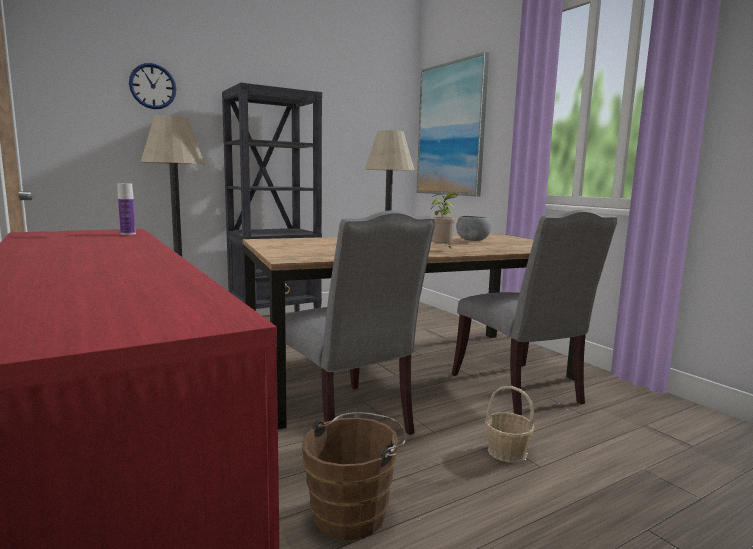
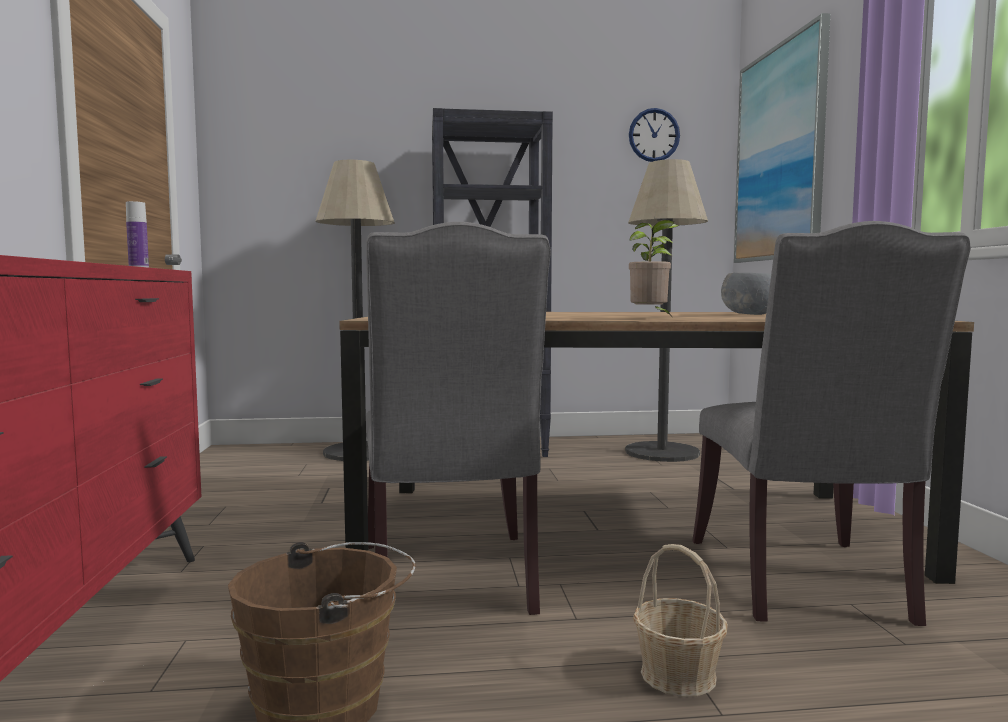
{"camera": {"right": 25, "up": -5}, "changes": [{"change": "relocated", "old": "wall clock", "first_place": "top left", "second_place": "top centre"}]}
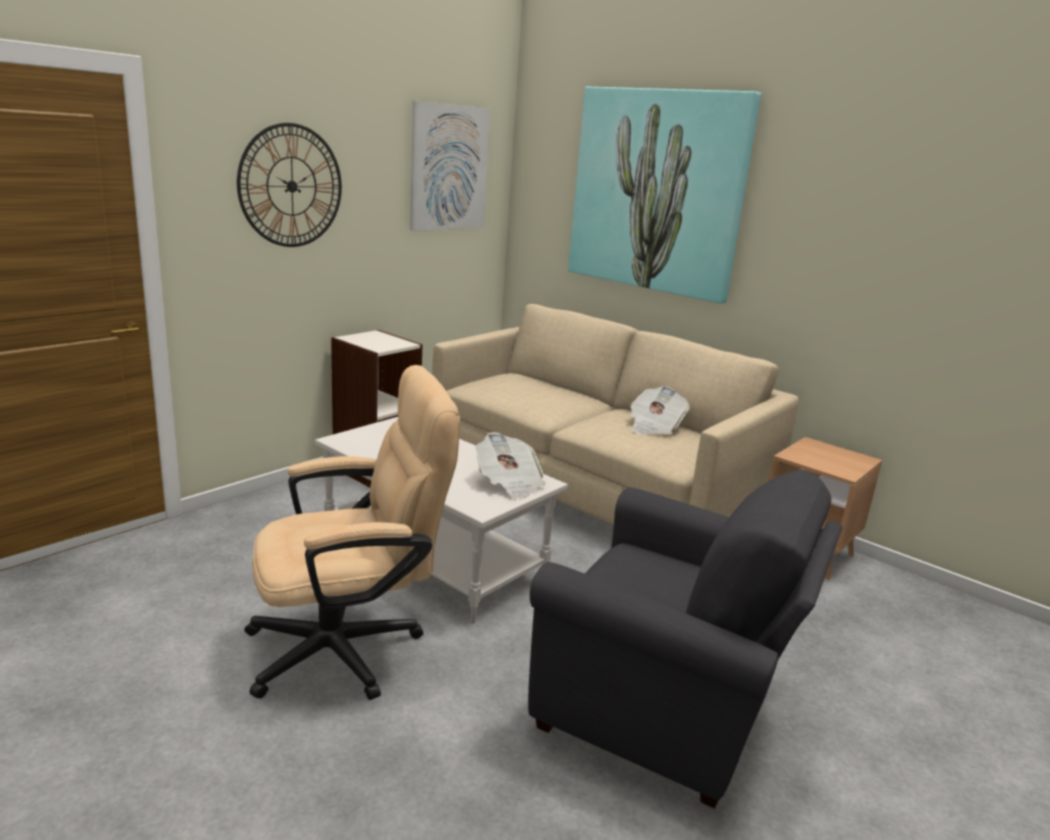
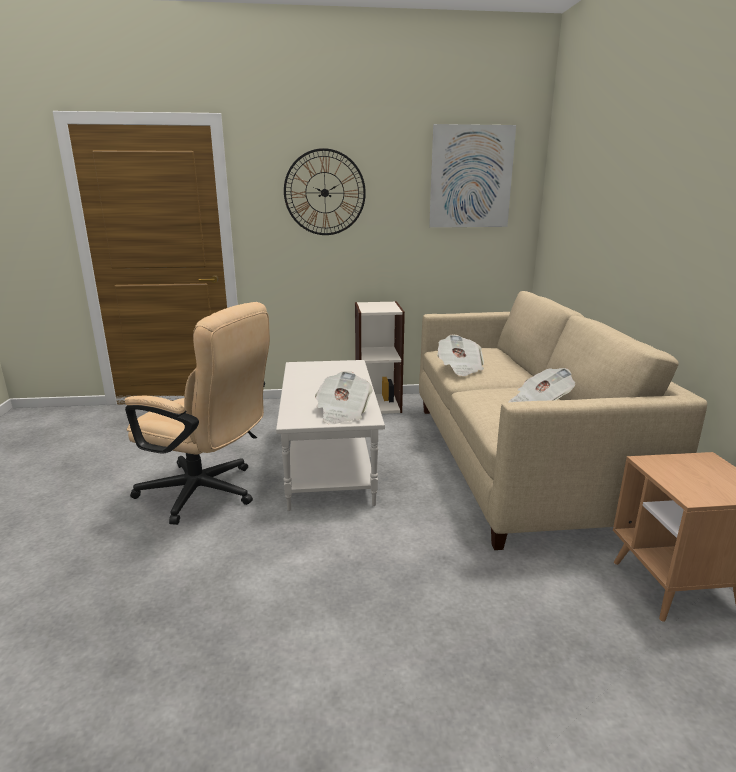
{"camera": {"right": 45, "up": 0}, "changes": [{"change": "missing", "old": "grey lounge chair", "first_place": "bottom centre"}, {"change": "missing", "old": "wall picture (no. 2 from left)", "first_place": "top centre"}, {"change": "appeared", "new": "newspaper (no. 2 from left)", "second_place": "centre"}]}
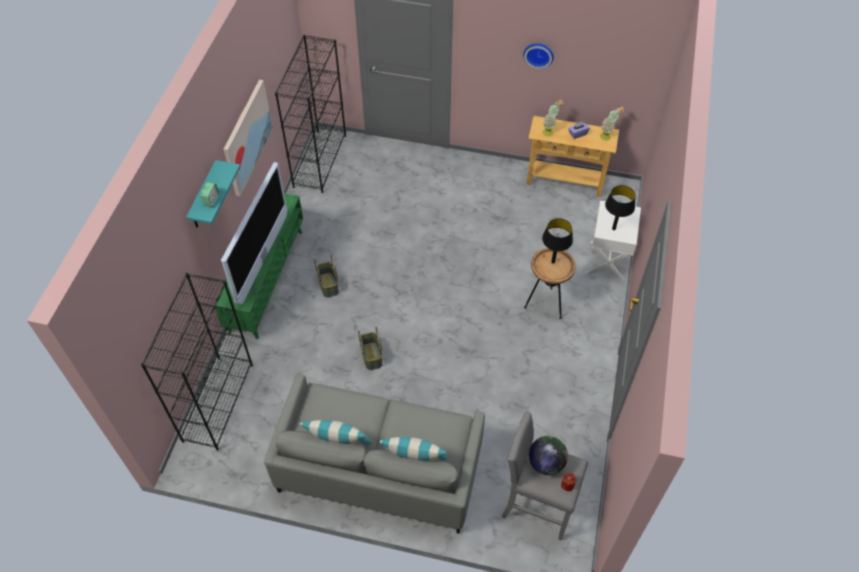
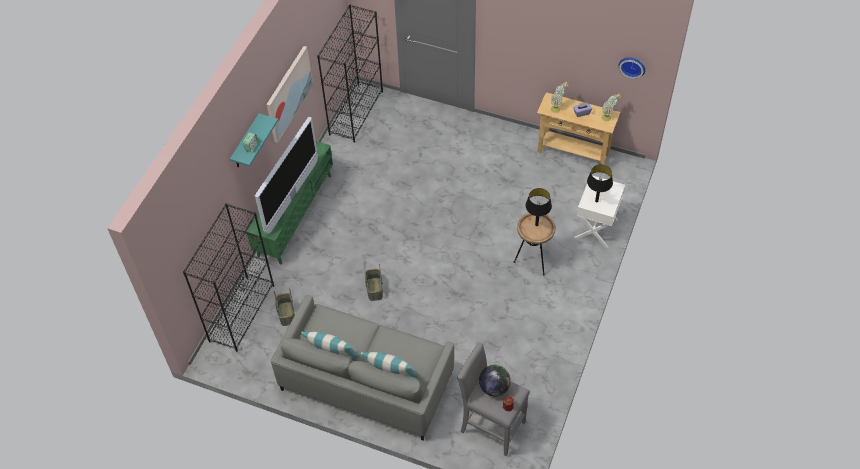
{"camera": {"right": 10, "up": 0}, "changes": [{"change": "relocated", "old": "basket (no. 1 from left)", "first_place": "centre", "second_place": "middle left"}, {"change": "relocated", "old": "wall clock", "first_place": "top centre", "second_place": "top right"}]}
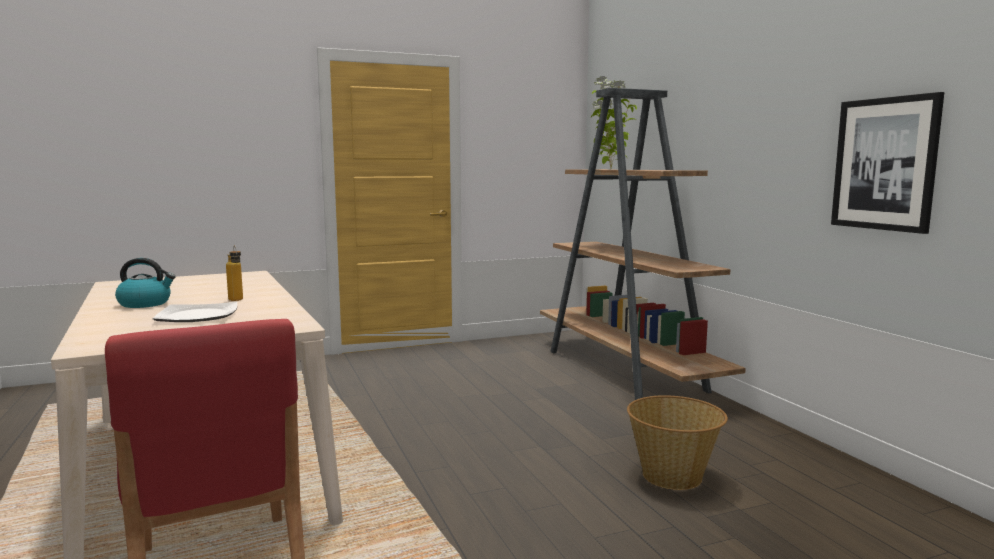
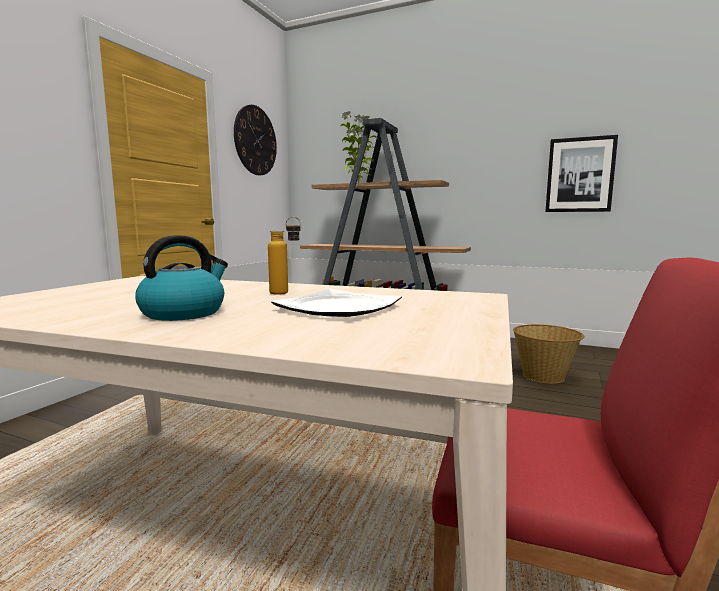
{"camera": {"right": -45, "up": 0}, "changes": [{"change": "appeared", "new": "wall clock", "second_place": "top centre"}]}
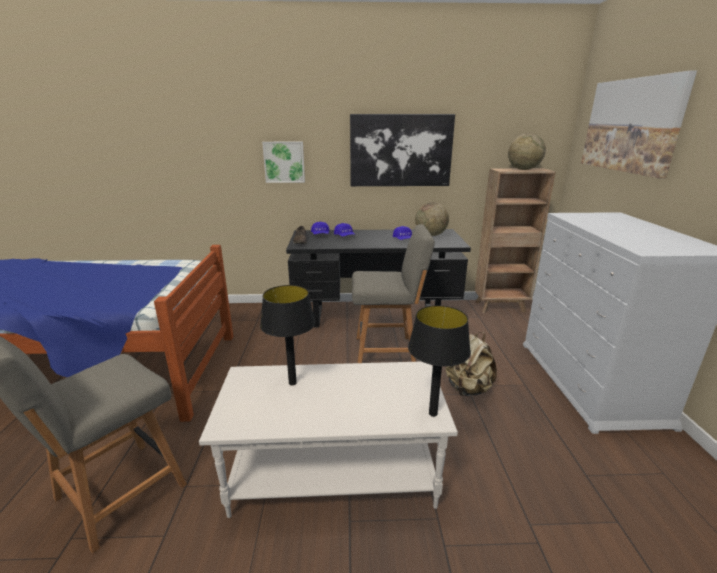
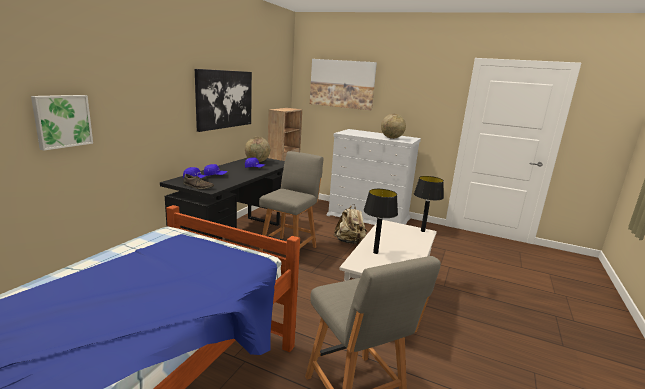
{"camera": {"right": -65, "up": -5}, "changes": [{"change": "relocated", "old": "wall picture (no. 1 from left)", "first_place": "top centre", "second_place": "top left"}, {"change": "relocated", "old": "globe (no. 2 from left)", "first_place": "top right", "second_place": "top centre"}]}
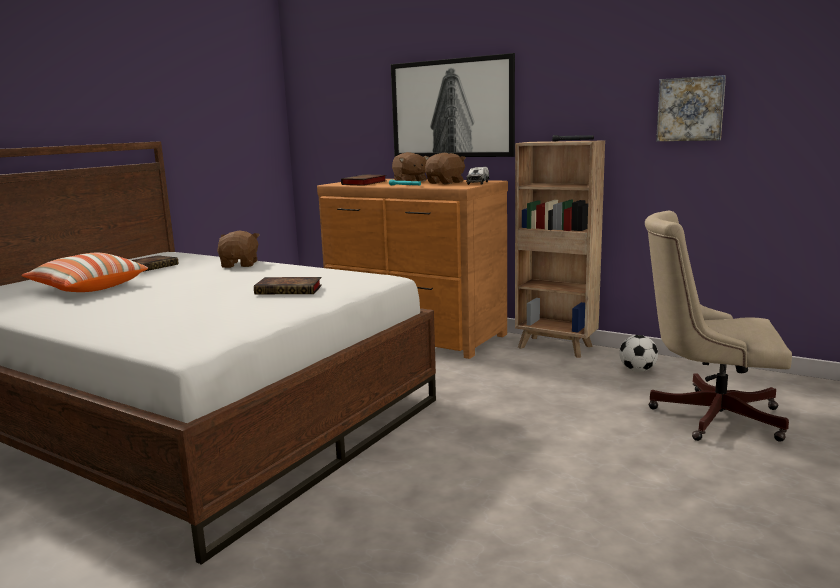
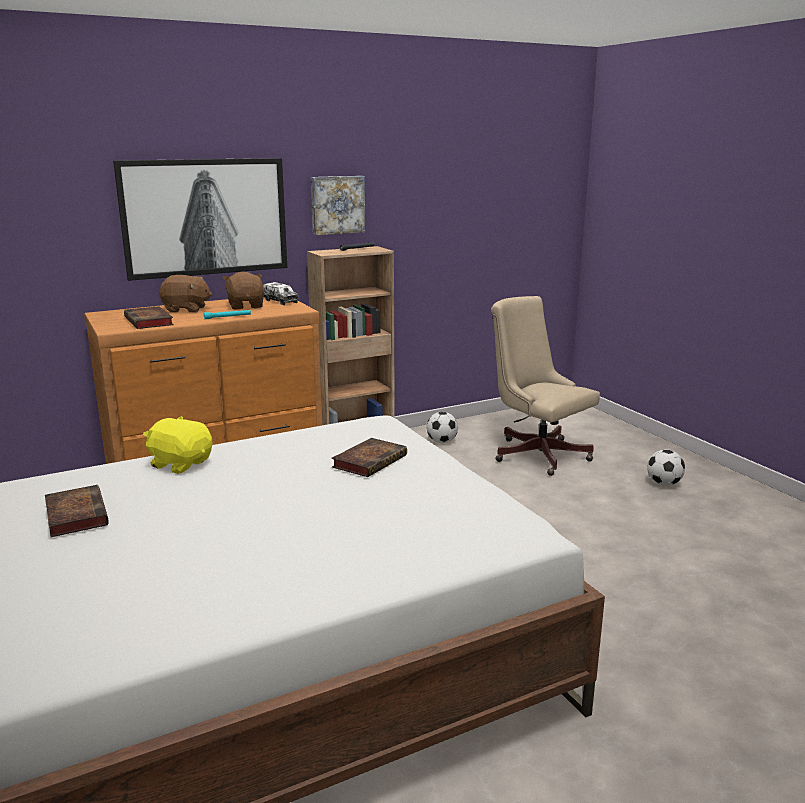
{"camera": {"right": -60, "up": 5}, "changes": [{"change": "missing", "old": "pillow", "first_place": "middle left"}, {"change": "appeared", "new": "football ball (no. 2 from left)", "second_place": "middle right"}, {"change": "relocated", "old": "wall picture (no. 2 from left)", "first_place": "top right", "second_place": "top centre"}, {"change": "colour", "old": "brown-coloured cuddly toy (no. 1 from left)", "new": "yellow-coloured cuddly toy", "first_place": "middle left", "second_place": "middle left"}, {"change": "spun", "old": "beige computer chair", "first_place": "middle right", "second_place": "middle right", "degrees": 90}]}
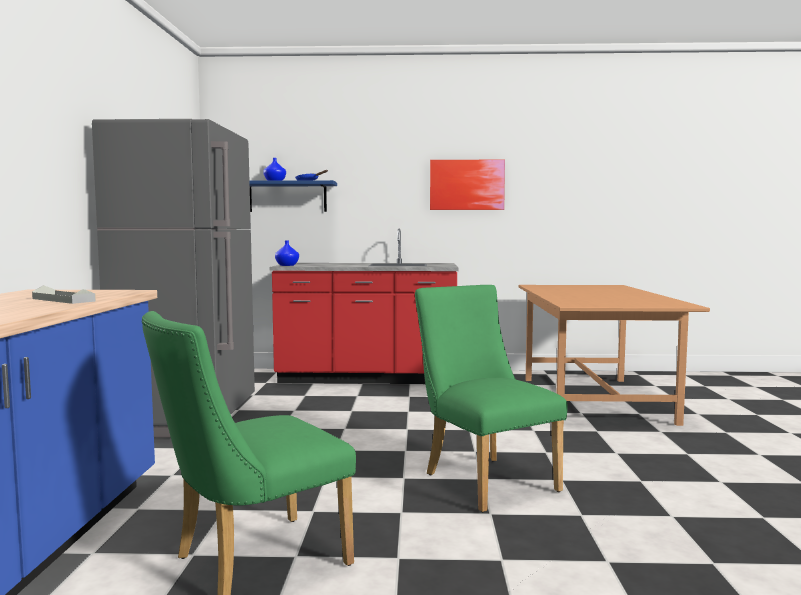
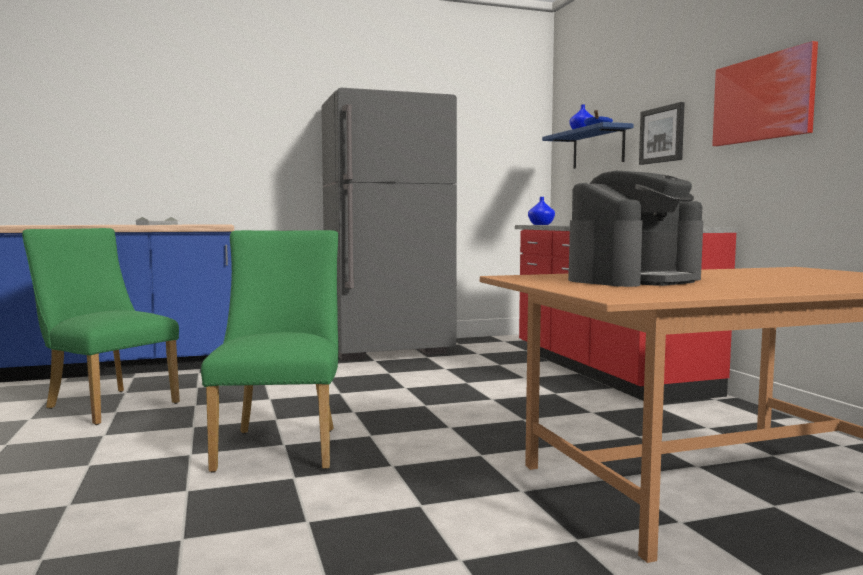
{"camera": {"right": 70, "up": 0}, "changes": [{"change": "appeared", "new": "coffee machine", "second_place": "middle right"}, {"change": "appeared", "new": "wall picture (no. 1 from left)", "second_place": "top right"}, {"change": "spun", "old": "greenish upright chair (no. 2 from left)", "first_place": "bottom centre", "second_place": "middle left", "degrees": -45}]}
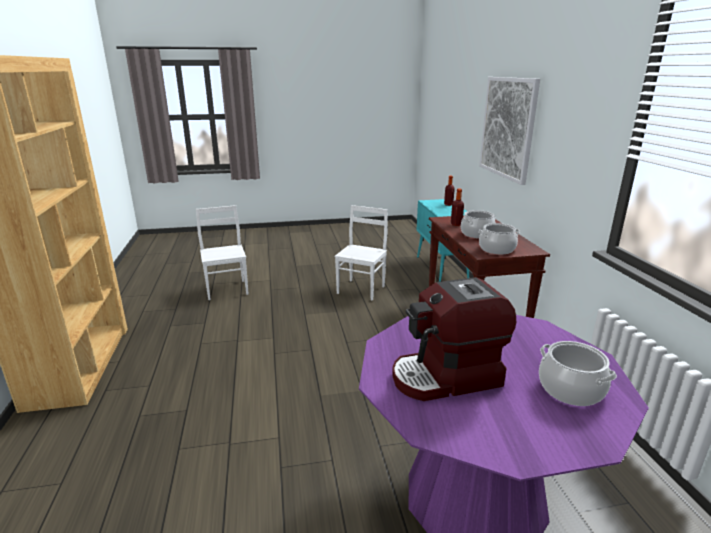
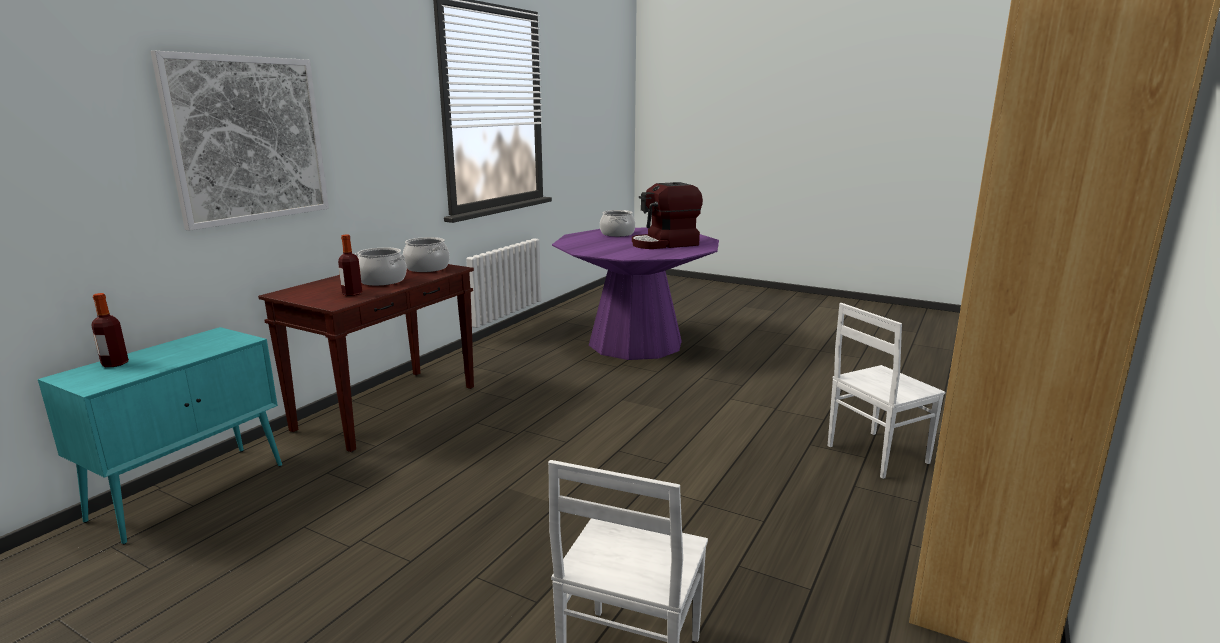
{"camera": {"right": -140, "up": -5}, "changes": [{"change": "relocated", "old": "white-coloured upright chair (no. 2 from left)", "first_place": "centre", "second_place": "middle right"}, {"change": "spun", "old": "coffee machine", "first_place": "centre", "second_place": "centre", "degrees": 135}]}
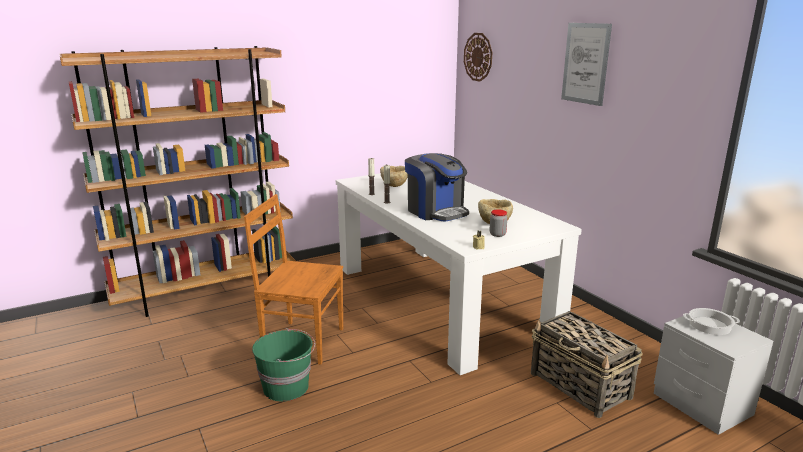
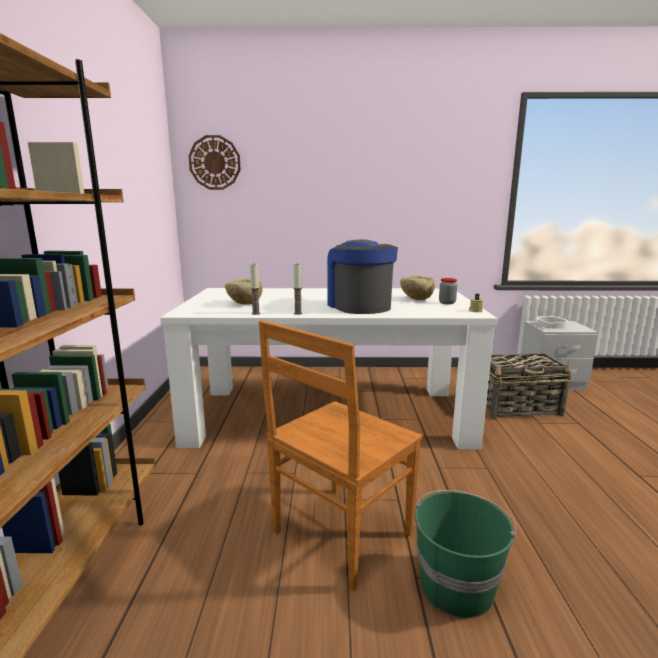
{"camera": {"right": -60, "up": -5}, "changes": [{"change": "missing", "old": "wall picture", "first_place": "top right"}, {"change": "spun", "old": "coffee machine", "first_place": "centre", "second_place": "centre", "degrees": -105}]}
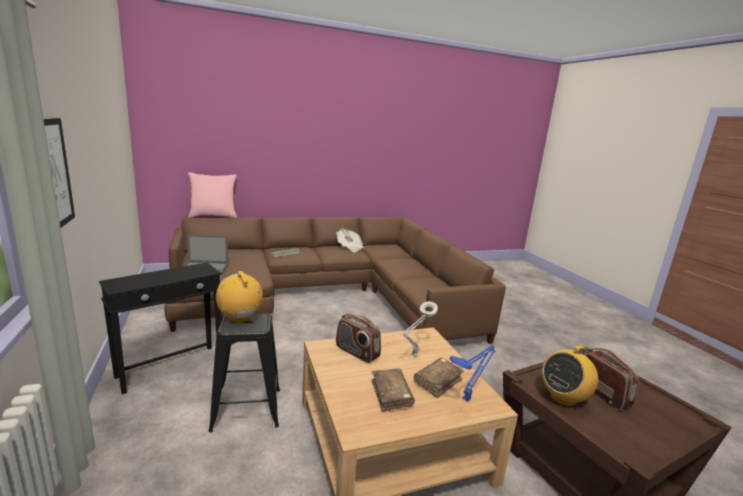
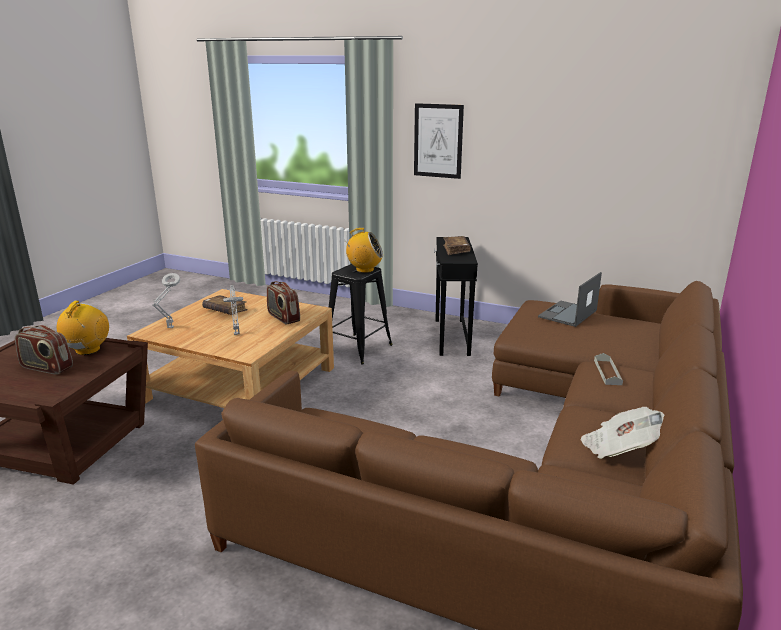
{"camera": {"right": 135, "up": 5}, "changes": [{"change": "missing", "old": "pink-coloured pillow", "first_place": "middle left"}, {"change": "relocated", "old": "brown-coloured volume (no. 2 from left)", "first_place": "bottom centre", "second_place": "centre"}, {"change": "colour", "old": "blue table lamp", "new": "grey table lamp (no. 1 from left)", "first_place": "bottom centre", "second_place": "middle left"}, {"change": "spun", "old": "radio receiver (no. 2 from left in the first image)", "first_place": "bottom centre", "second_place": "centre", "degrees": -120}]}
